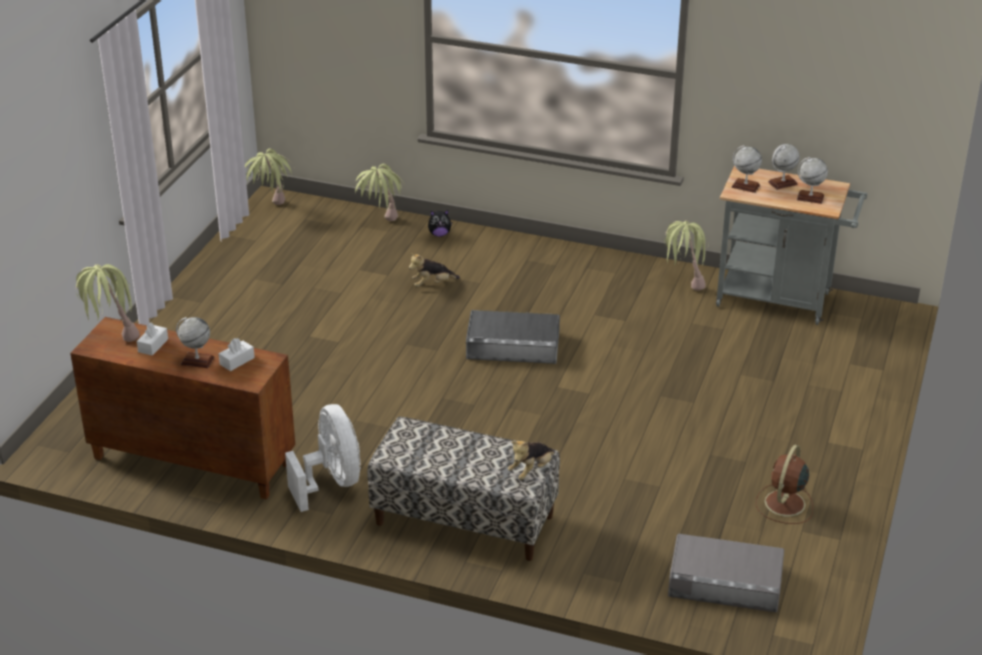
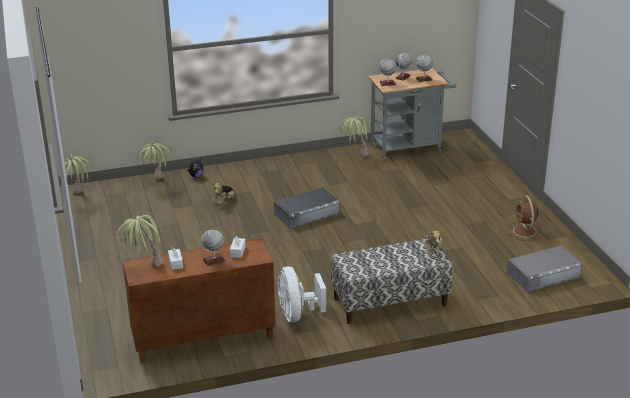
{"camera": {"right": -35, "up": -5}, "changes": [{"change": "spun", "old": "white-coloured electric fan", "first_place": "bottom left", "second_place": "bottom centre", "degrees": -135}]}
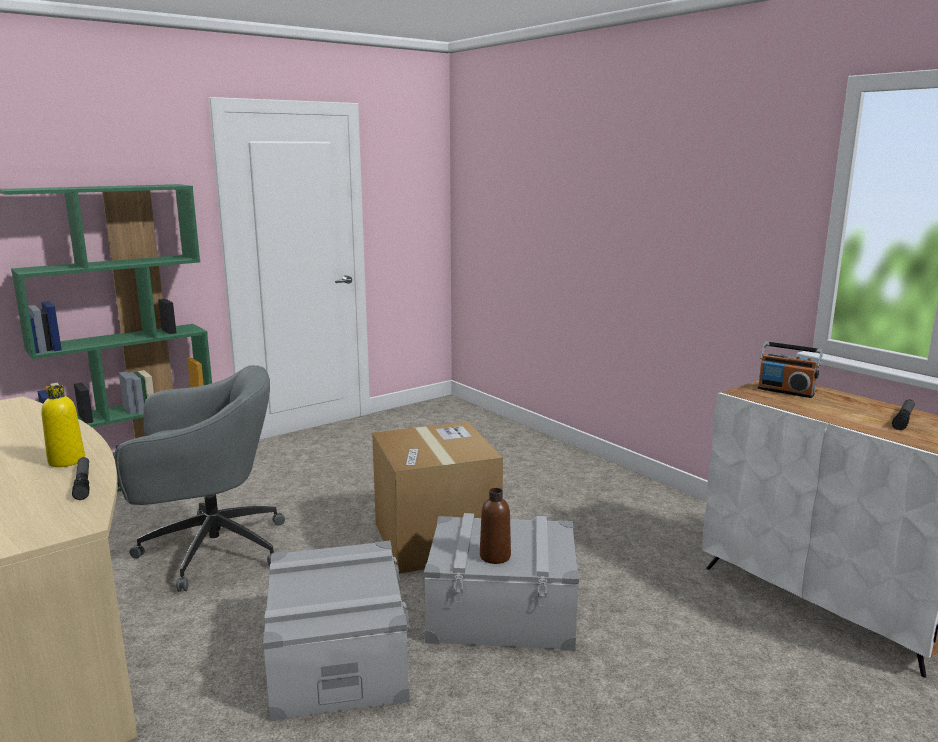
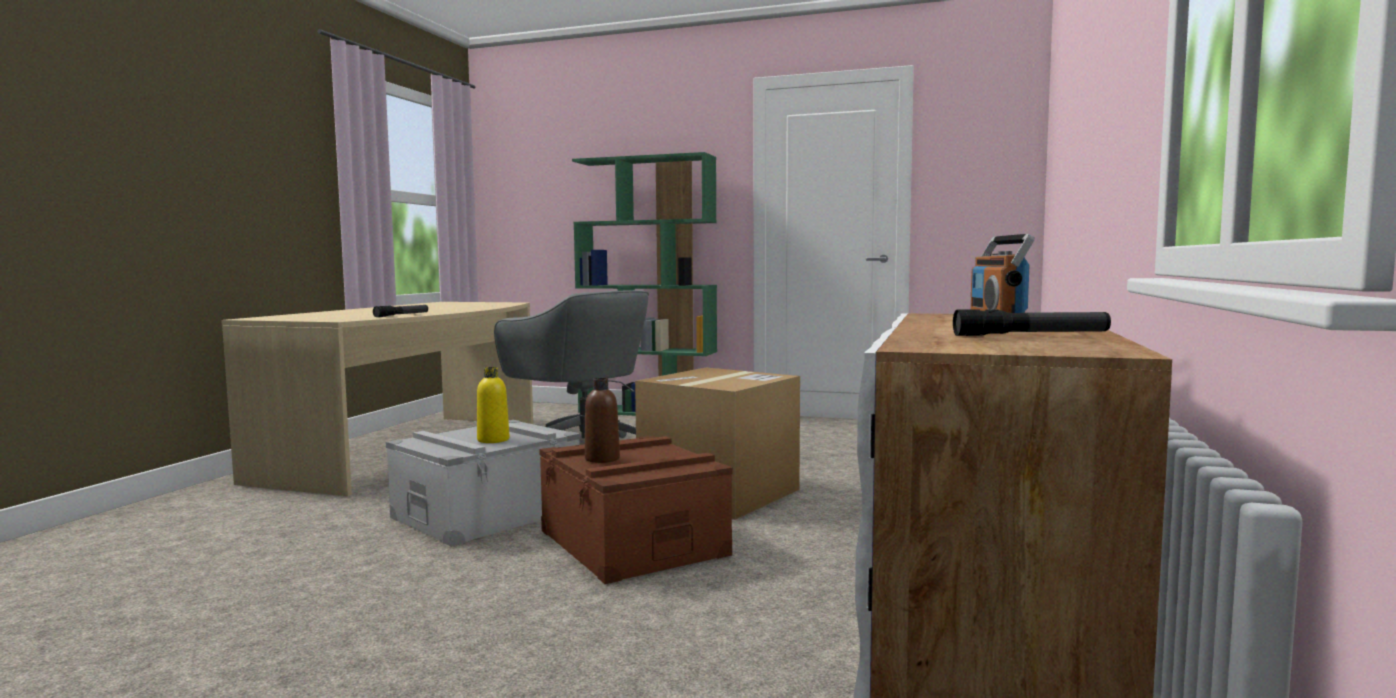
{"camera": {"right": 55, "up": -10}, "changes": [{"change": "relocated", "old": "yellow-coloured drink bottle", "first_place": "middle left", "second_place": "centre"}, {"change": "colour", "old": "grey storage box (no. 2 from left)", "new": "brown-coloured storage box", "first_place": "bottom centre", "second_place": "bottom centre"}]}
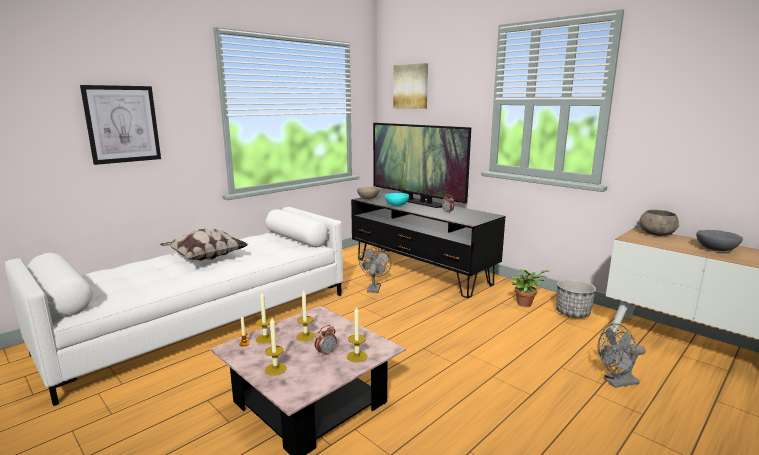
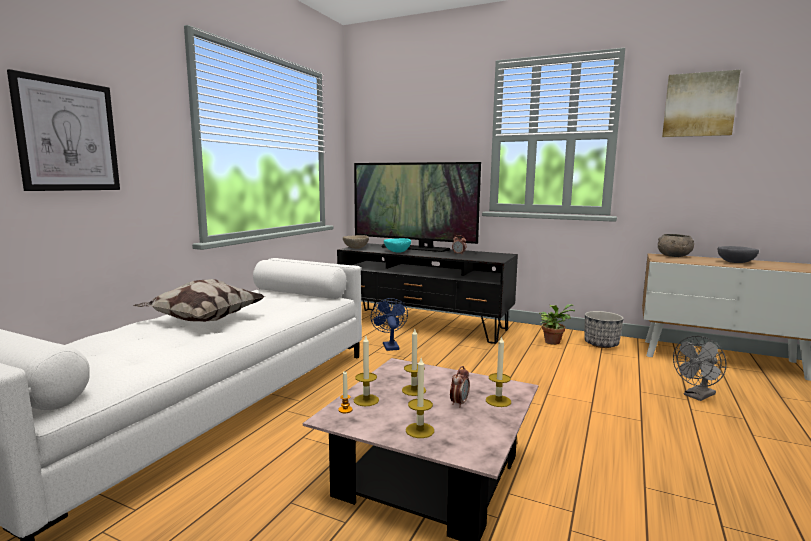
{"camera": {"right": -20, "up": -5}, "changes": [{"change": "relocated", "old": "wall picture (no. 2 from left)", "first_place": "top centre", "second_place": "top right"}, {"change": "colour", "old": "grey electric fan (no. 1 from left)", "new": "blue electric fan", "first_place": "centre", "second_place": "centre"}]}
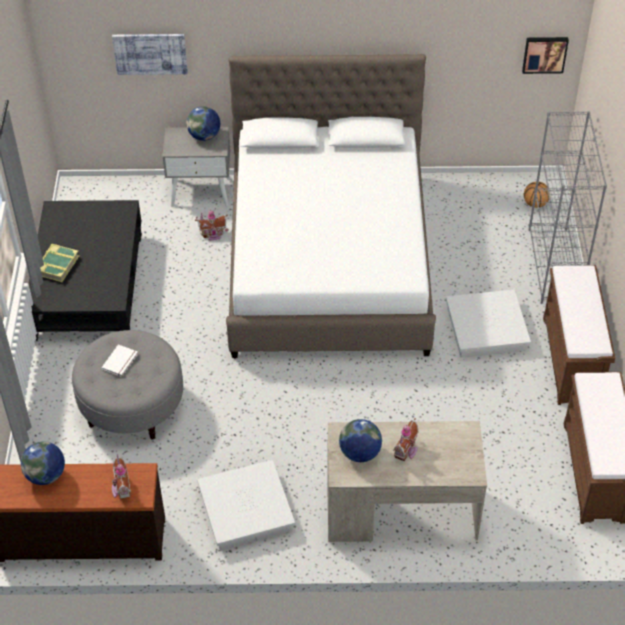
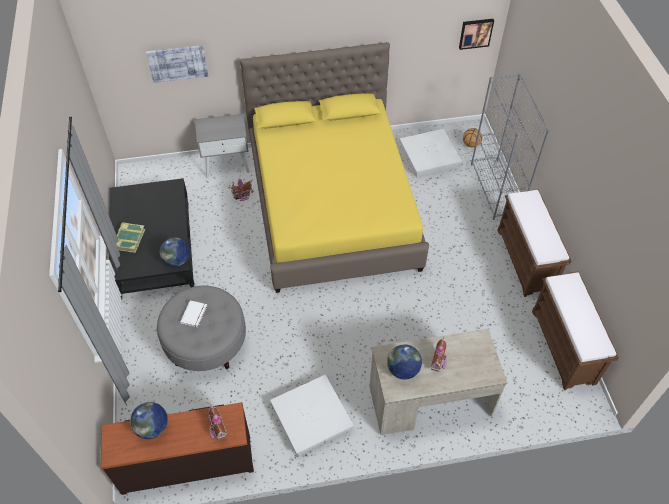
{"camera": {"right": -10, "up": 5}, "changes": [{"change": "relocated", "old": "globe (no. 2 from left)", "first_place": "top left", "second_place": "middle left"}, {"change": "relocated", "old": "white-coloured storage box (no. 2 from left)", "first_place": "middle right", "second_place": "top centre"}, {"change": "colour", "old": "white-coloured sleeping bed", "new": "yellow-coloured sleeping bed", "first_place": "top centre", "second_place": "top centre"}]}
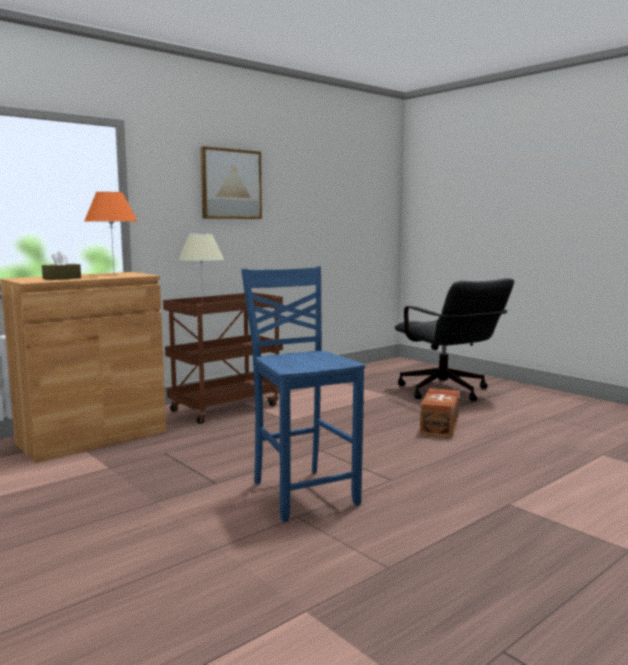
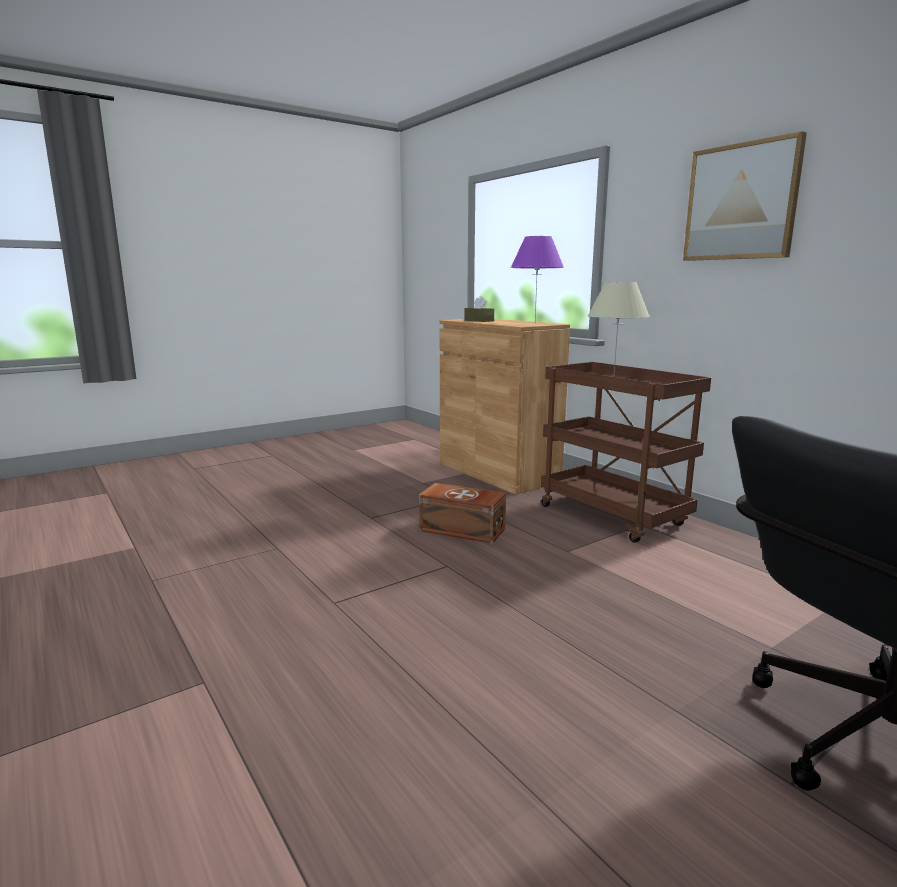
{"camera": {"right": 95, "up": 5}, "changes": [{"change": "missing", "old": "blue upright chair", "first_place": "centre"}, {"change": "relocated", "old": "brown-coloured storage box", "first_place": "middle right", "second_place": "centre"}, {"change": "colour", "old": "orange table lamp", "new": "purple table lamp", "first_place": "middle left", "second_place": "top centre"}]}
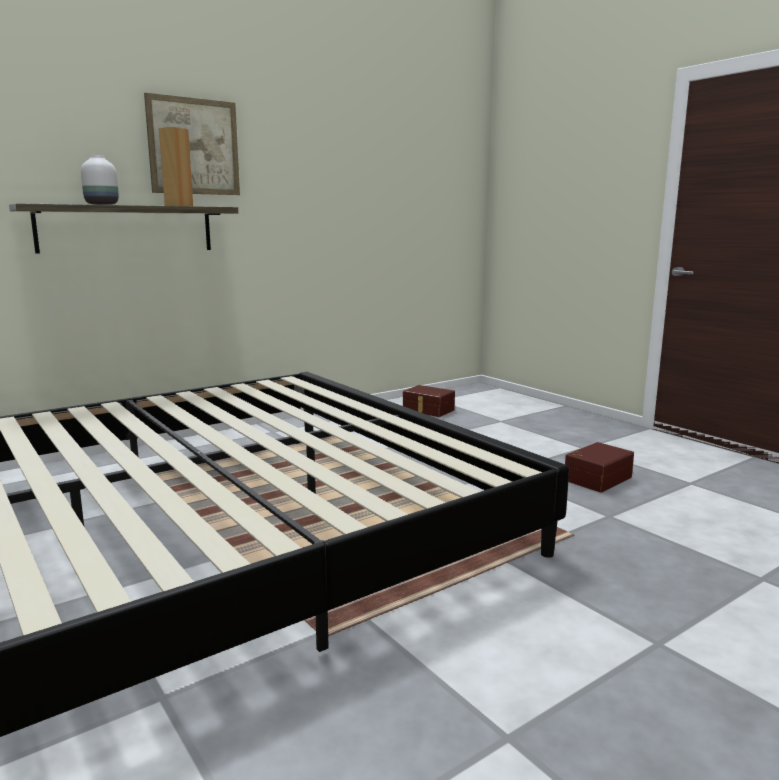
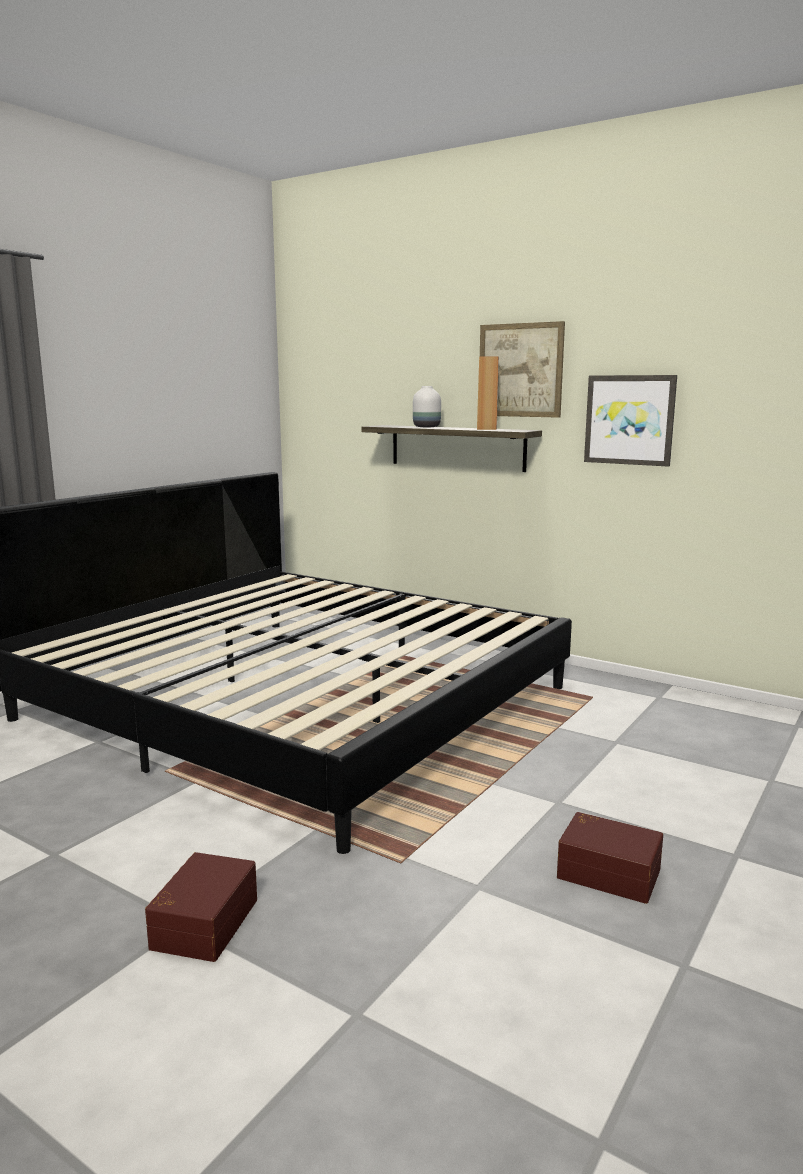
{"camera": {"right": 70, "up": 0}, "changes": [{"change": "appeared", "new": "wall picture (no. 2 from left)", "second_place": "middle right"}, {"change": "relocated", "old": "brown-coloured storage box (no. 1 from left)", "first_place": "centre", "second_place": "bottom left"}]}
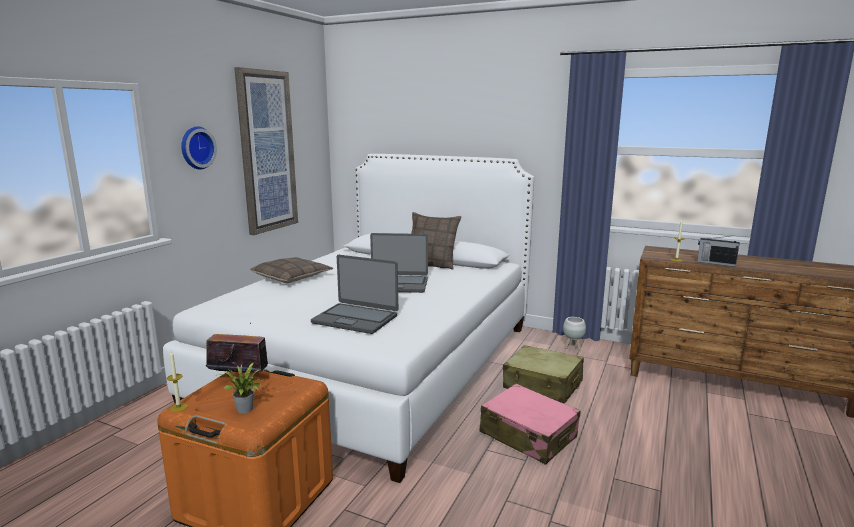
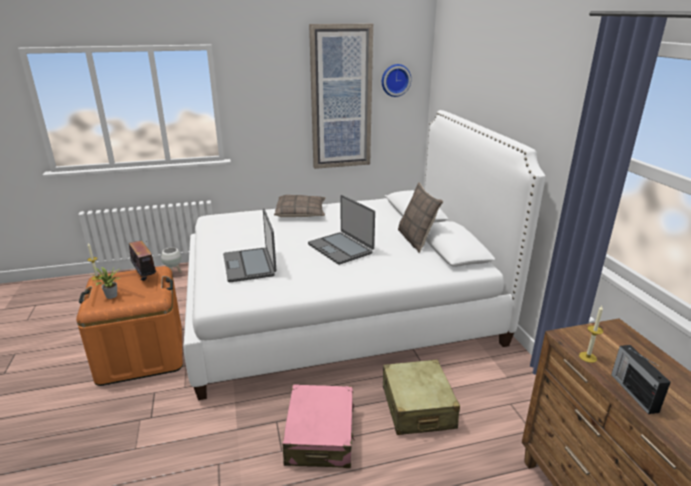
{"camera": {"right": 50, "up": 10}, "changes": [{"change": "relocated", "old": "wall clock", "first_place": "top left", "second_place": "top centre"}, {"change": "relocated", "old": "white-coloured planter", "first_place": "middle right", "second_place": "middle left"}]}
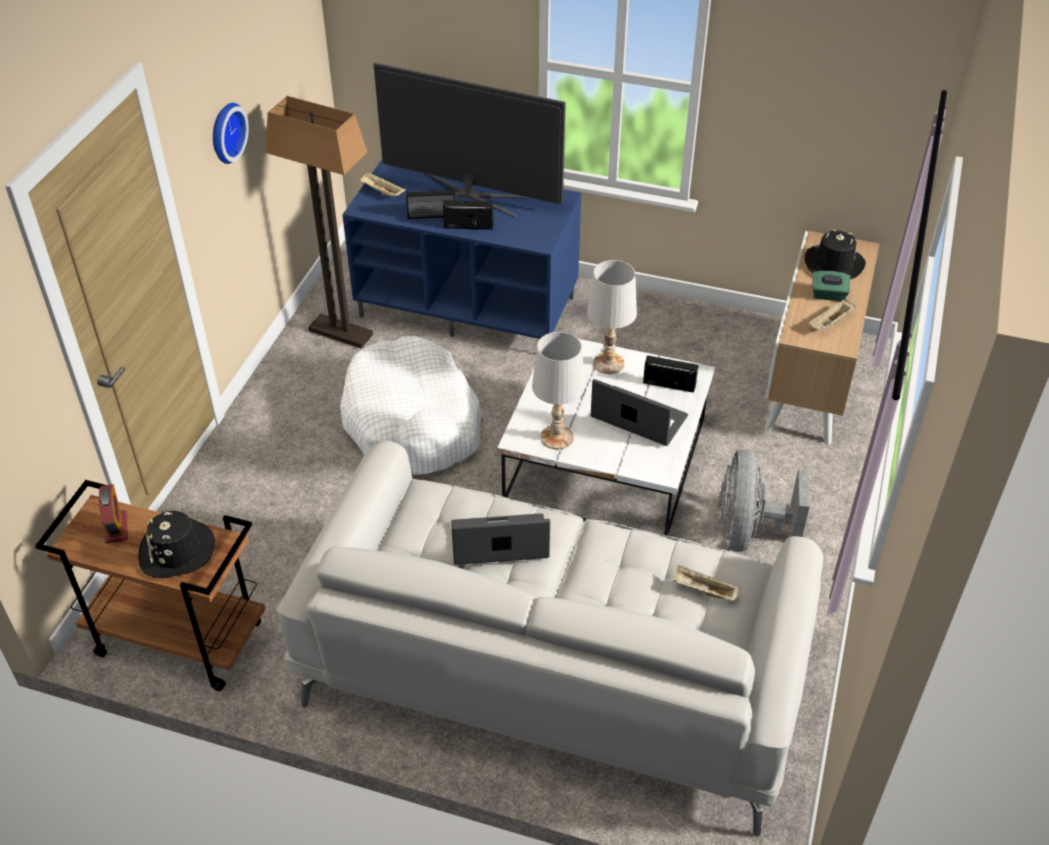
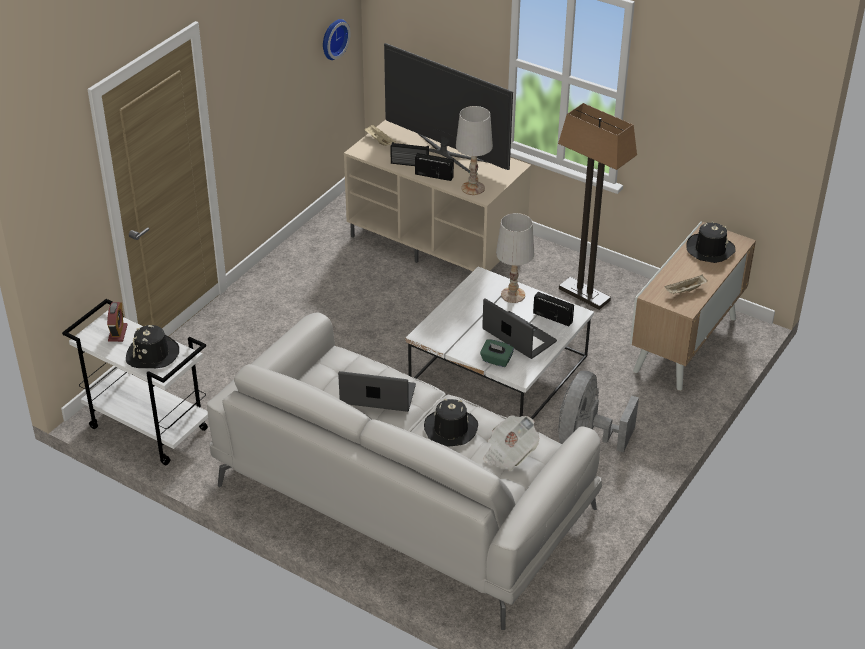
{"camera": {"right": 15, "up": -5}, "changes": [{"change": "missing", "old": "white-coloured pet bed", "first_place": "centre"}, {"change": "appeared", "new": "black-coloured clothing hat (no. 2 from left)", "second_place": "centre"}, {"change": "relocated", "old": "wall clock", "first_place": "top left", "second_place": "top centre"}, {"change": "relocated", "old": "floor lamp", "first_place": "top left", "second_place": "top right"}, {"change": "relocated", "old": "white-coloured table lamp (no. 1 from left)", "first_place": "centre", "second_place": "top centre"}, {"change": "relocated", "old": "greenish box of tissues", "first_place": "middle right", "second_place": "centre"}, {"change": "exchanged", "old": "beige carrying tray (no. 2 from left)", "new": "newspaper", "first_place": "bottom right", "second_place": "bottom centre"}, {"change": "colour", "old": "brown-coloured trolley", "new": "white-coloured trolley", "first_place": "bottom left", "second_place": "middle left"}, {"change": "colour", "old": "blue media console", "new": "beige media console", "first_place": "top centre", "second_place": "top centre"}]}
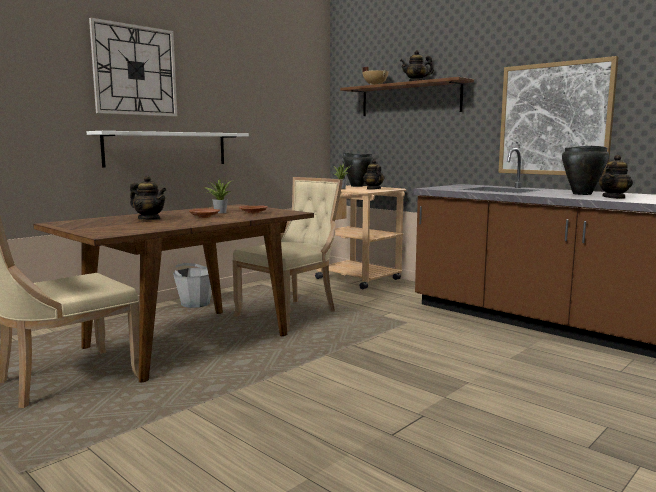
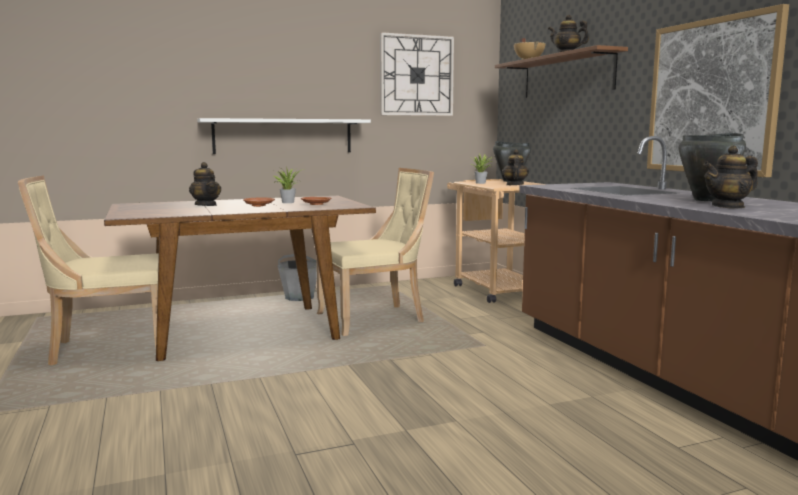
{"camera": {"right": 25, "up": 0}, "changes": [{"change": "relocated", "old": "wall clock", "first_place": "top left", "second_place": "top centre"}]}
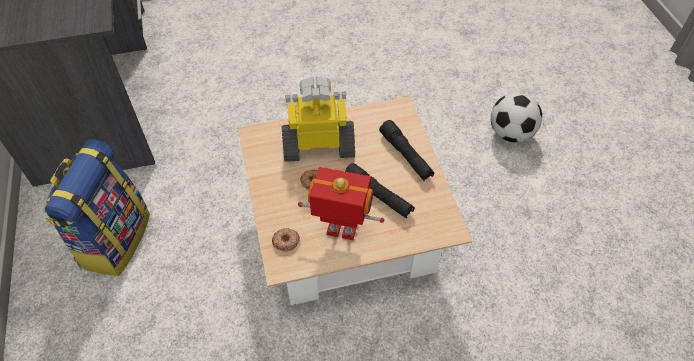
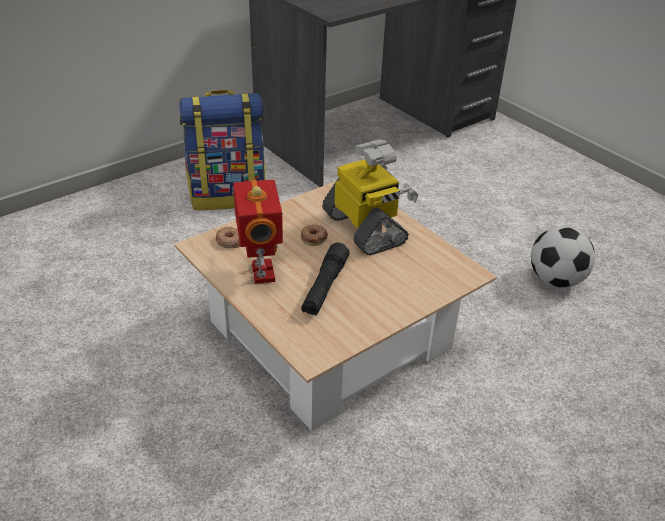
{"camera": {"right": 65, "up": -15}, "changes": [{"change": "missing", "old": "black-coloured flashlight (no. 2 from left)", "first_place": "centre"}, {"change": "relocated", "old": "football ball", "first_place": "top right", "second_place": "middle right"}]}
